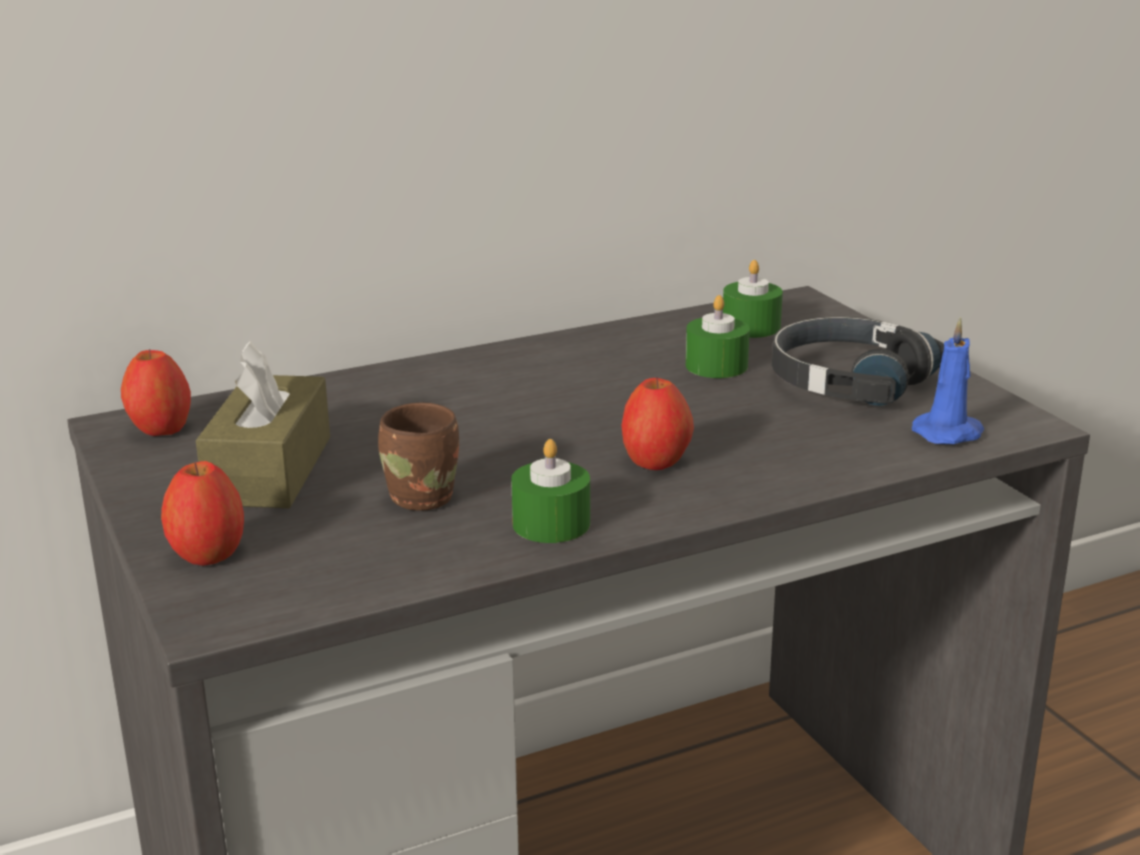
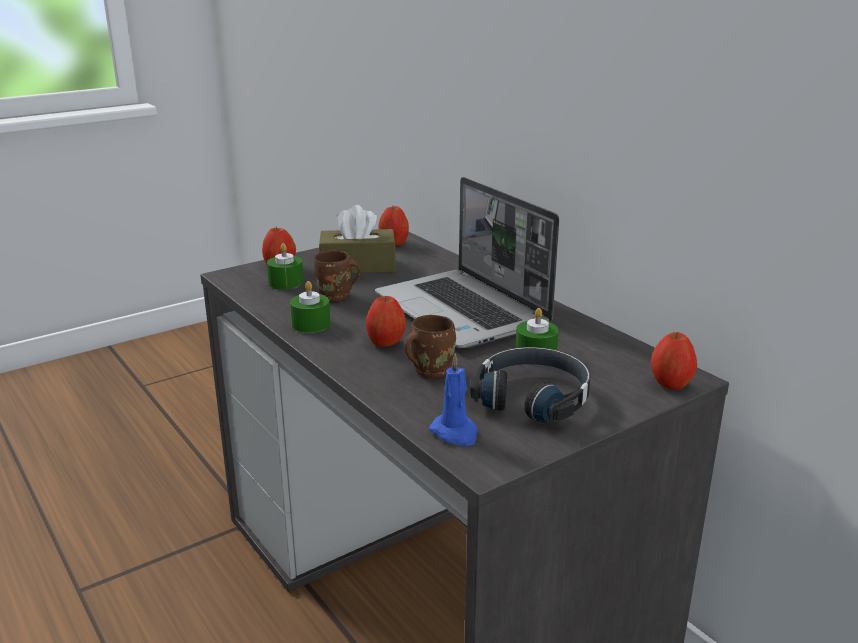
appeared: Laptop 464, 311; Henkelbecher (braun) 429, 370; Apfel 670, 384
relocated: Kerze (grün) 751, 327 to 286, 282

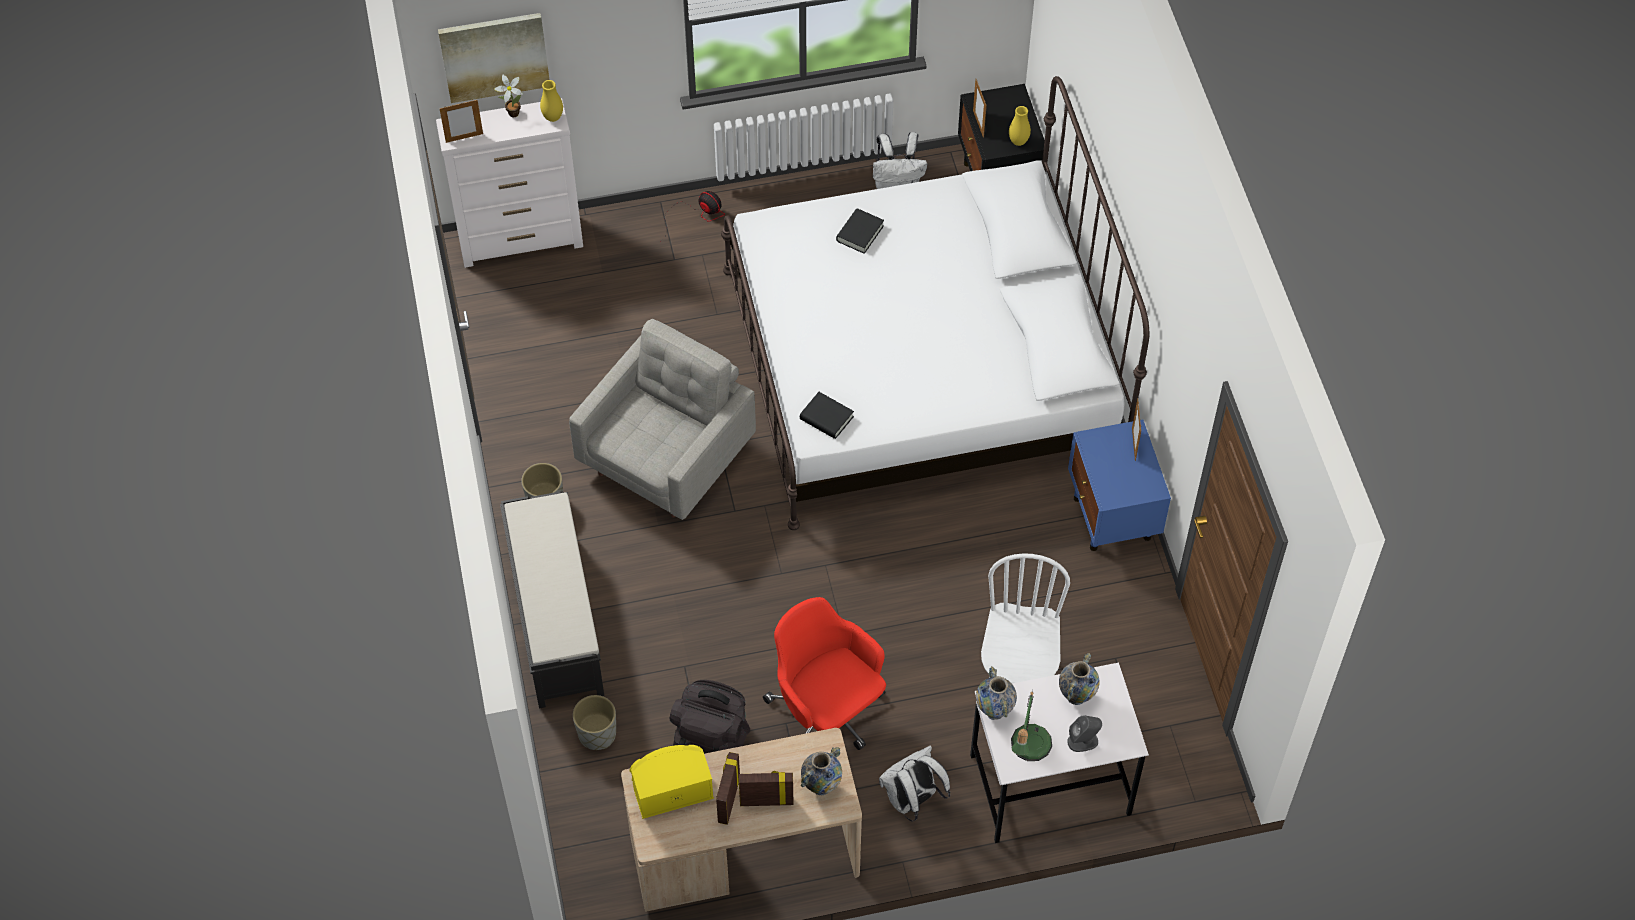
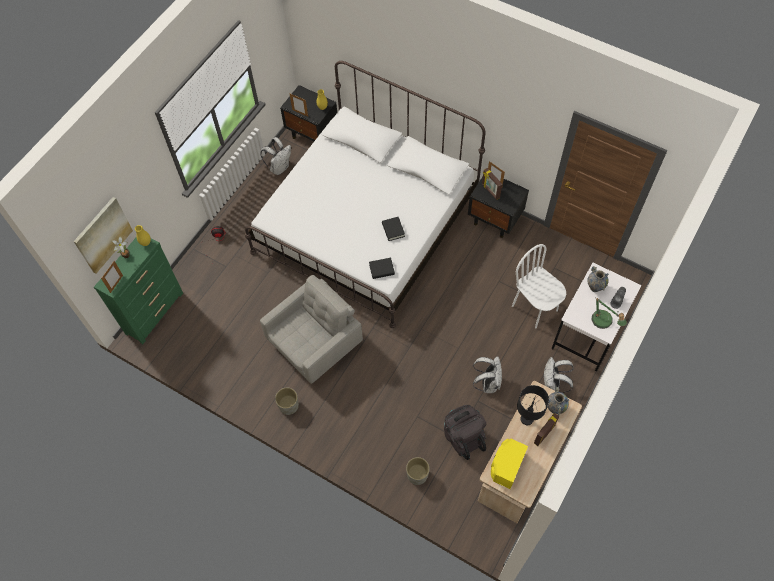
missing: Bank (schwarz) 555, 618; Vase 994, 711
appeared: Tischlampe (schwarz) 527, 419
relocated: Bilderrahmen 728, 800 to 490, 191; Buch (schwarz) 860, 233 to 393, 230
exchanged: Bürostuhl (rot) 826, 714 to Rucksack (weiß) 487, 383
colour: Kommode (weiß) 522, 241 to Kommode (grün) 155, 313; Nachttisch (blau) 1112, 519 to Nachttisch (schwarz) 495, 220
spun: Sessel (grau) 668, 458 = 315, 344 60 degrees clockwise

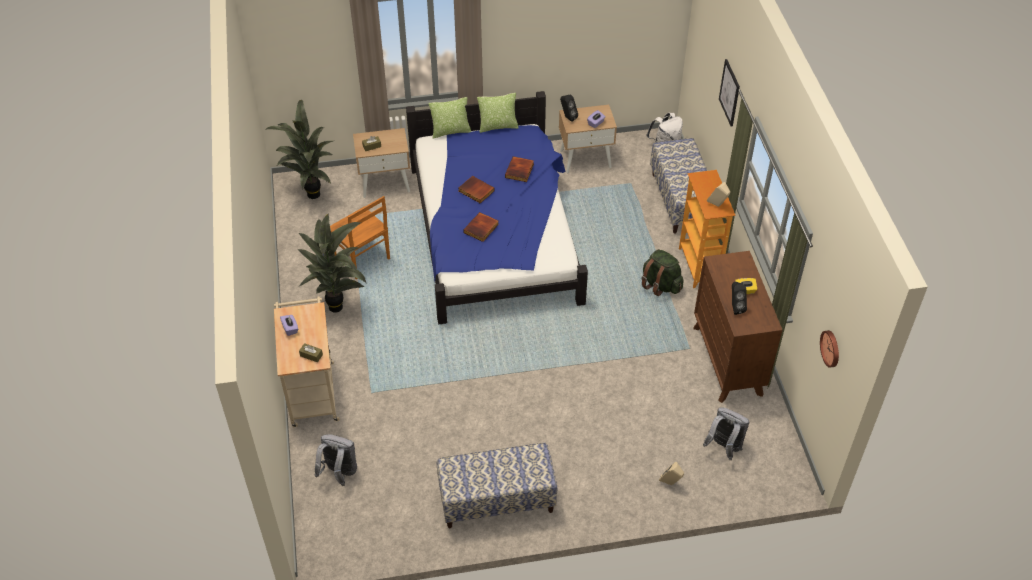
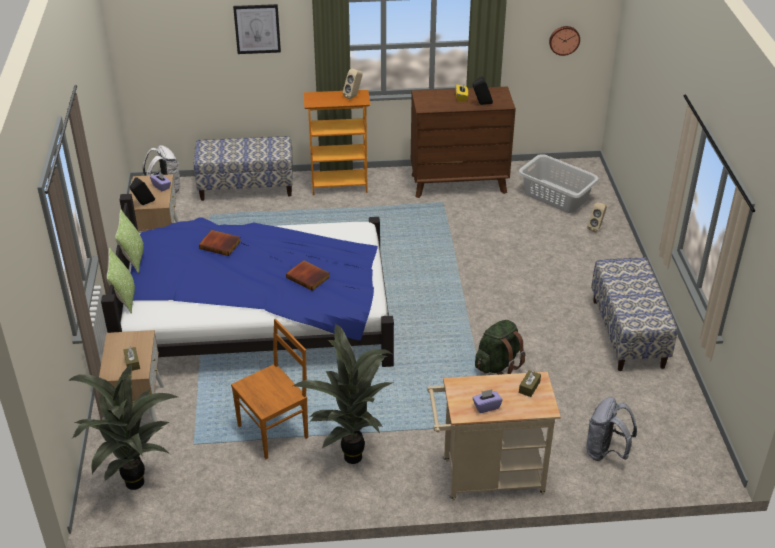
missing: Buch 475, 191
relocated: Rucksack (grün) 660, 285 to 498, 365
exchanged: Rucksack (grau) 724, 447 to Wäschekorb (grau) 556, 196

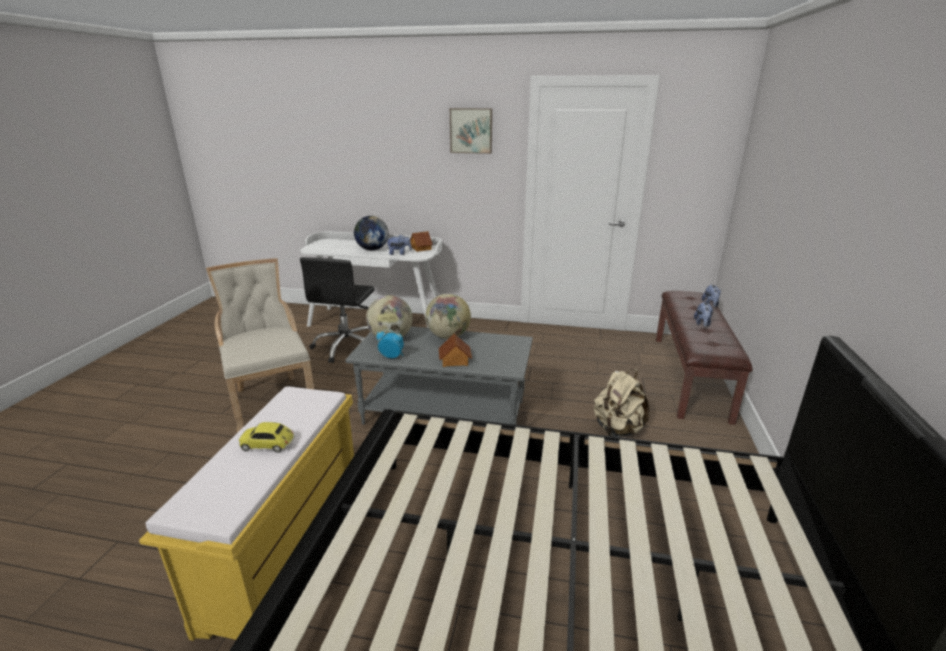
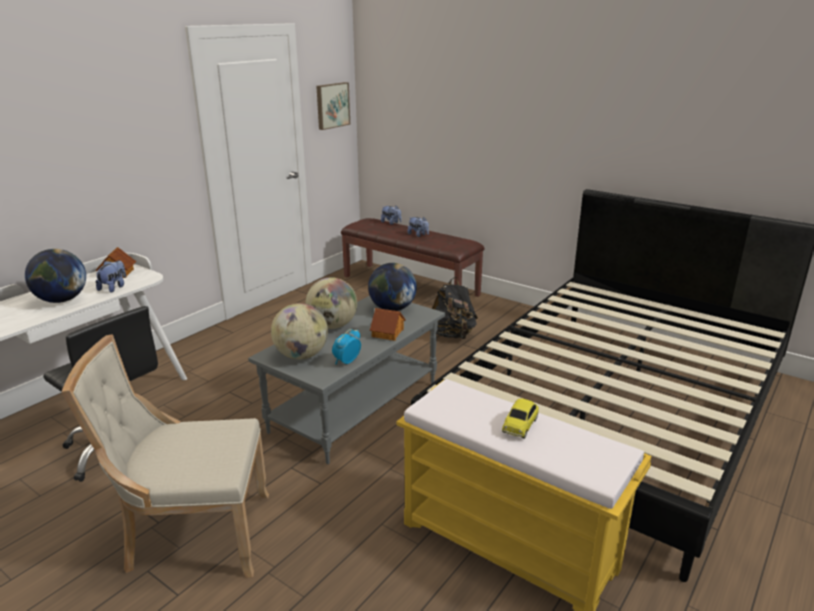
appeared: Globus 392, 309
relocated: Bild 471, 130 to 332, 105
colour: Rucksack (beige) 617, 430 to Rucksack (schwarz) 452, 335

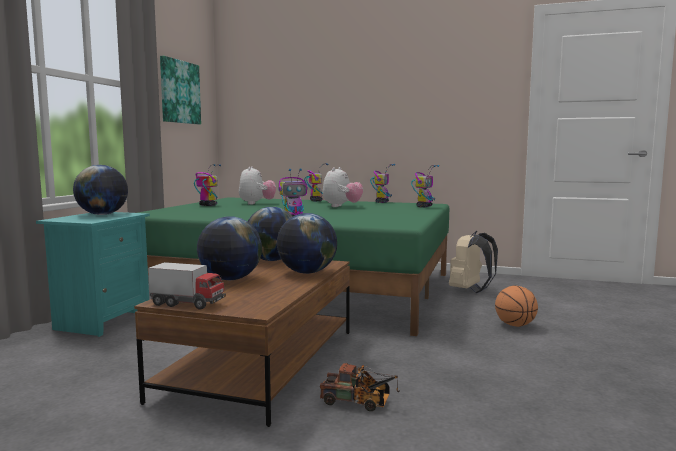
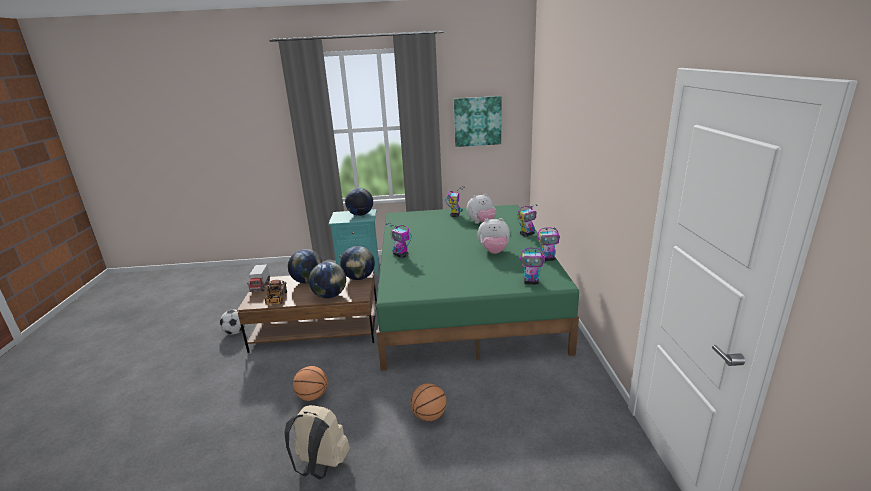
appeared: Fußball 235, 332; Basketball 312, 396
relocated: Spielzeuglaster 359, 402 to 276, 300; Rucksack (beige) 470, 290 to 320, 466

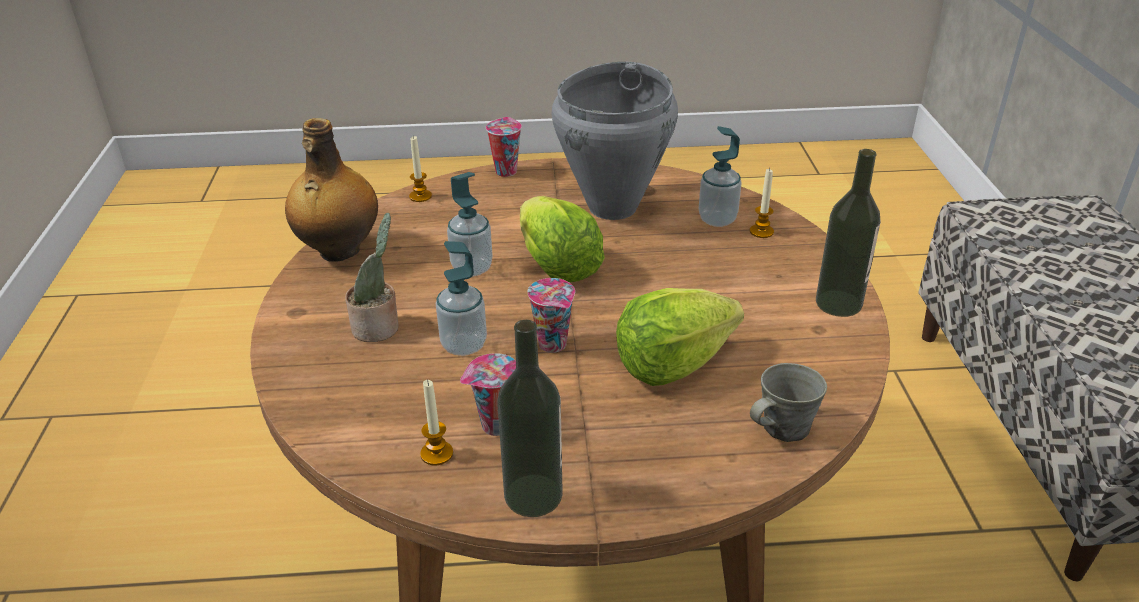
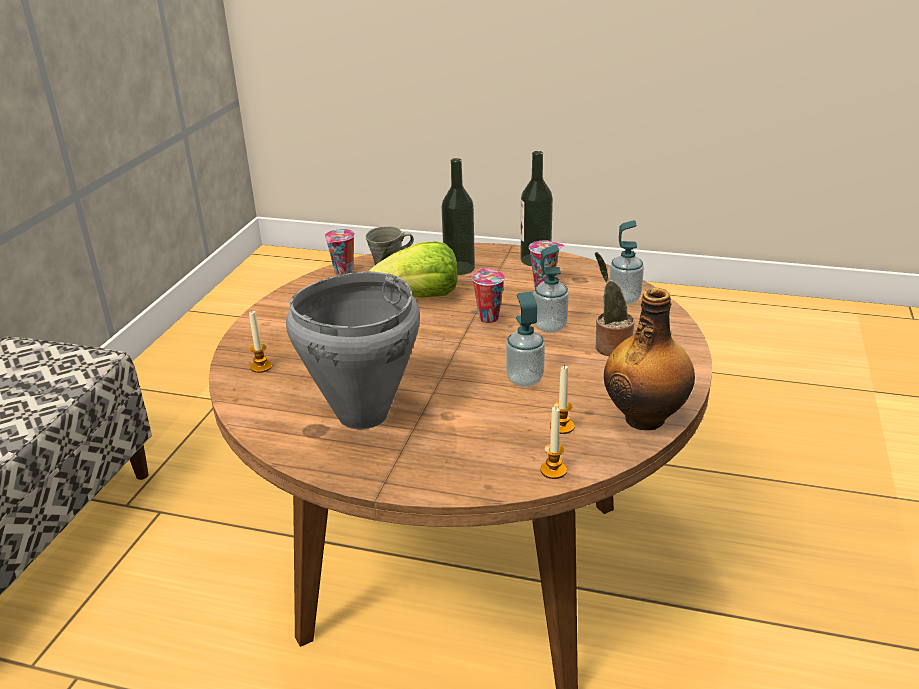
missing: Salatkopf 557, 266
relocated: Kerze 437, 454 to 562, 426; Tasse 505, 171 to 343, 273; Seifenspender 717, 219 to 624, 298; Flasche 838, 303 to 459, 268

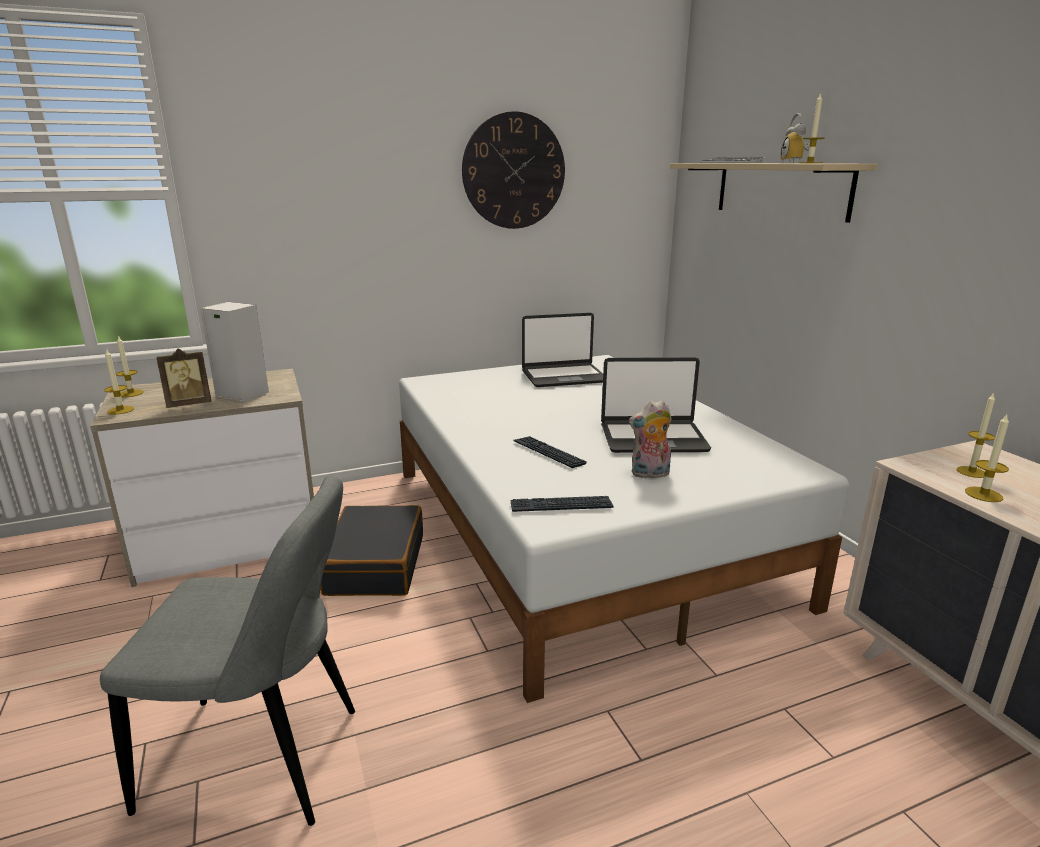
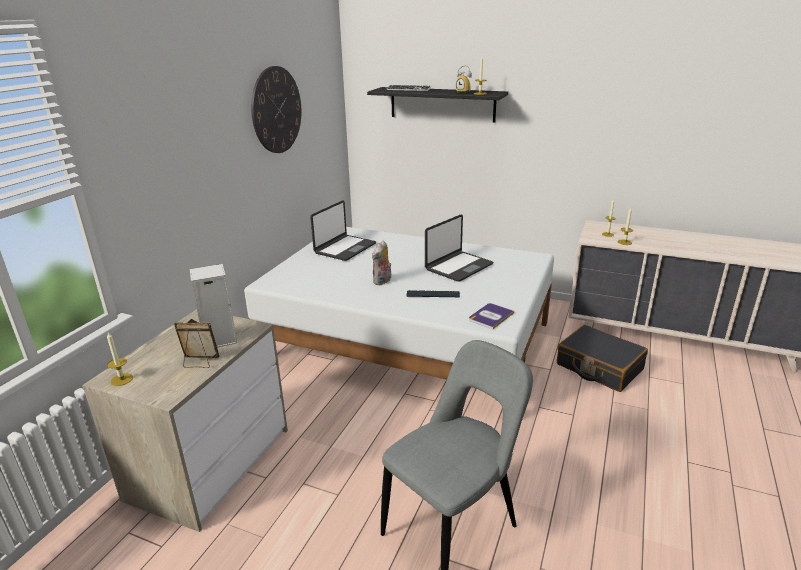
missing: Kerze 120, 410
relocated: Koffer (schwarz) 374, 564 to 599, 367; Plüschtier 649, 474 to 382, 281
exchanged: Tastatur 561, 506 to Buch 491, 316
colour: Wandregal (beige) 780, 189 to Wandregal (schwarz) 442, 104
spun: Bilderrahmen 189, 404 = 199, 362 105 degrees counterclockwise

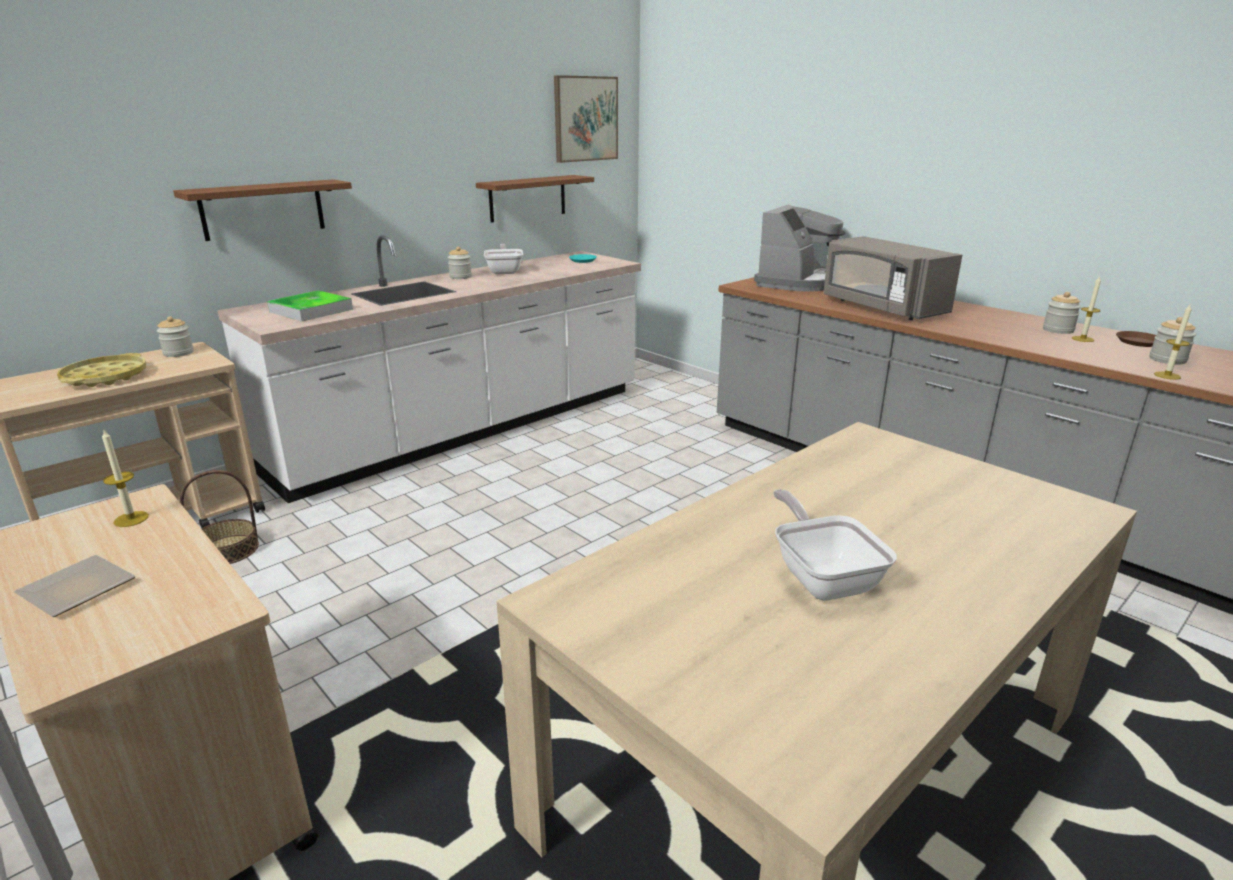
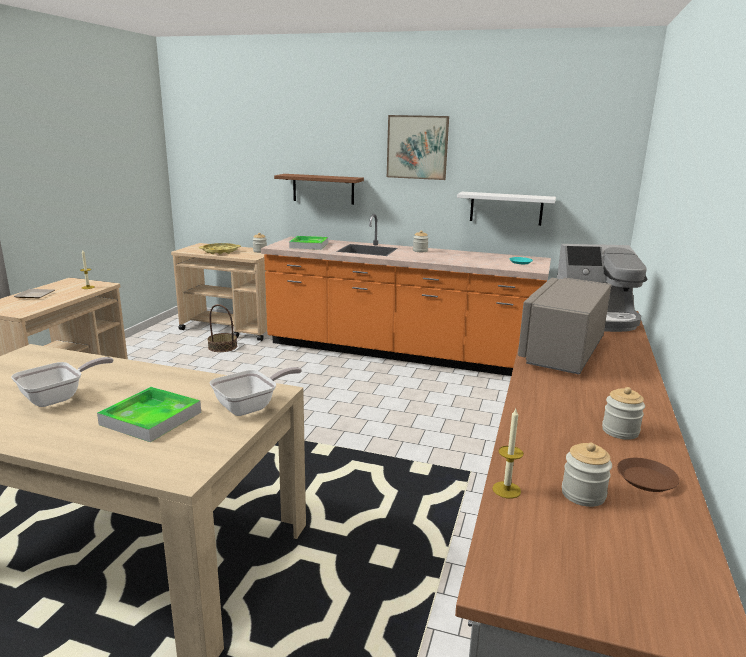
missing: Kerze 1082, 339
appeared: Tablett 151, 418
relocated: Pfanne 505, 271 to 251, 406; Bild 585, 119 to 417, 147
colour: Küchenzeile (weiß) 468, 430 to Küchenzeile (orange) 400, 353; Wandregal (braun) 527, 198 to Wandregal (weiß) 506, 208

